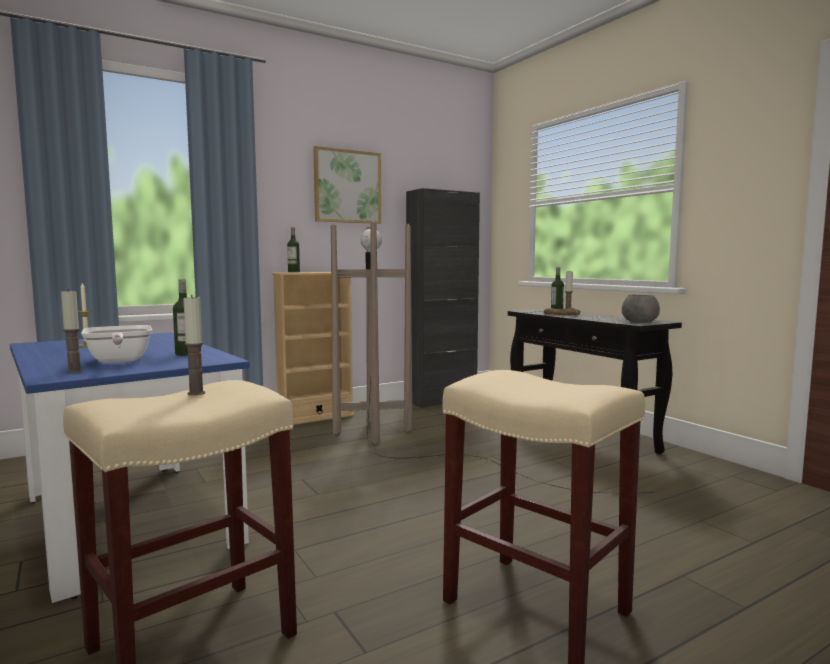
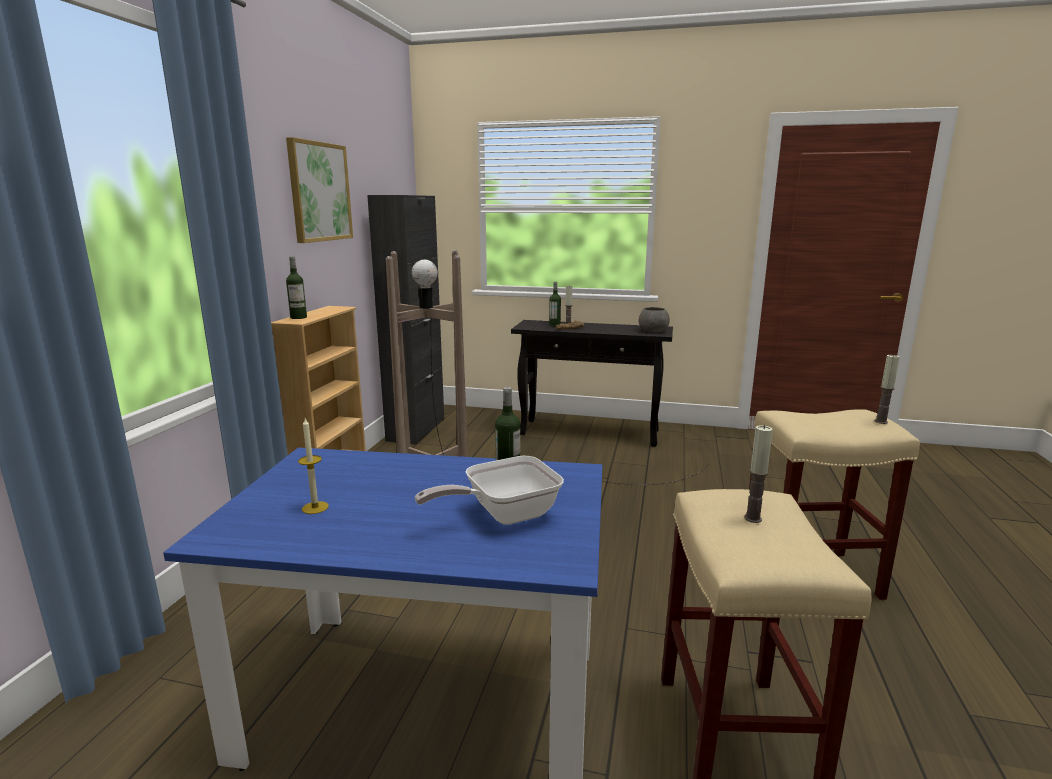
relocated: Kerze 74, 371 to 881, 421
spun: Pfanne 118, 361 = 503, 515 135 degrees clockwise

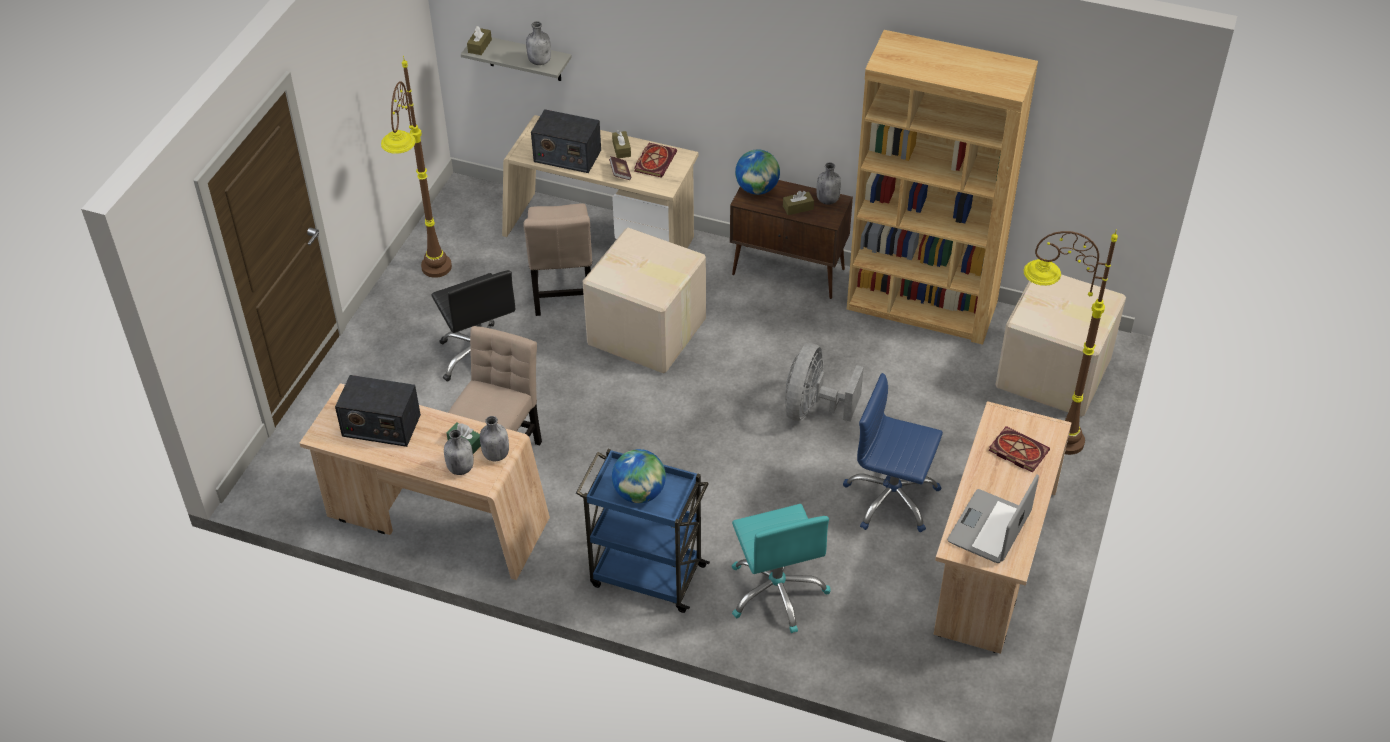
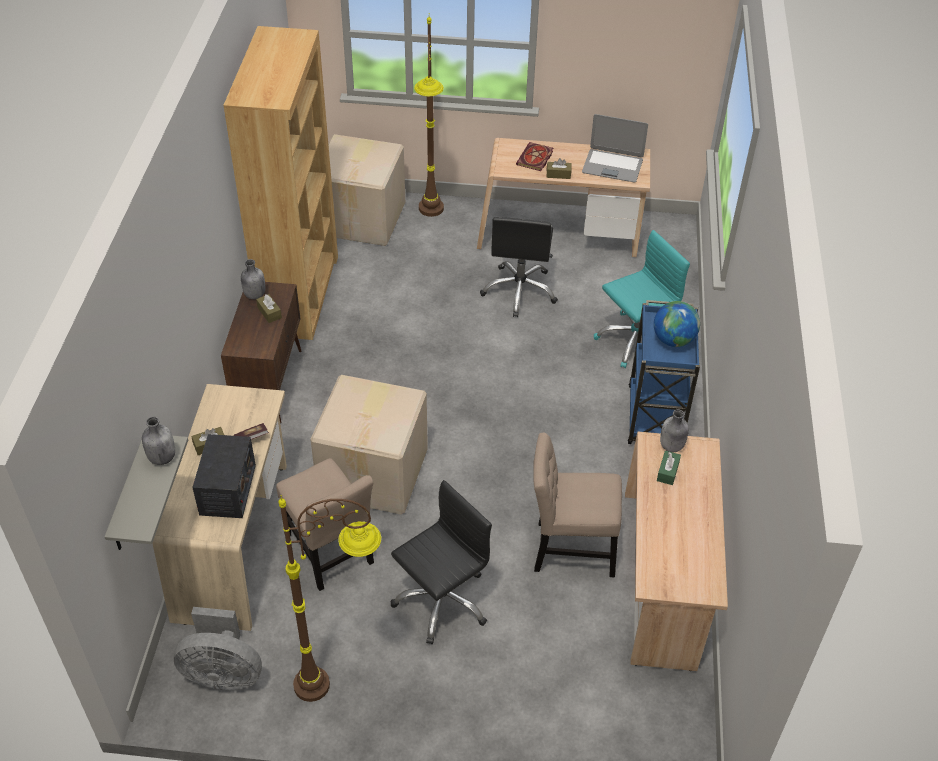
missing: Radio 380, 425; Flasche (grau) 460, 468; Buch 655, 161; Globus 757, 189
relocated: Taschentuchbox (braun) 480, 46 to 558, 174; Ventilator (grau) 813, 409 to 223, 673
colour: Bürostuhl (blau) 891, 498 to Bürostuhl (schwarz) 519, 291
spun: Stuhl (beige) 563, 292 = 330, 553 75 degrees clockwise

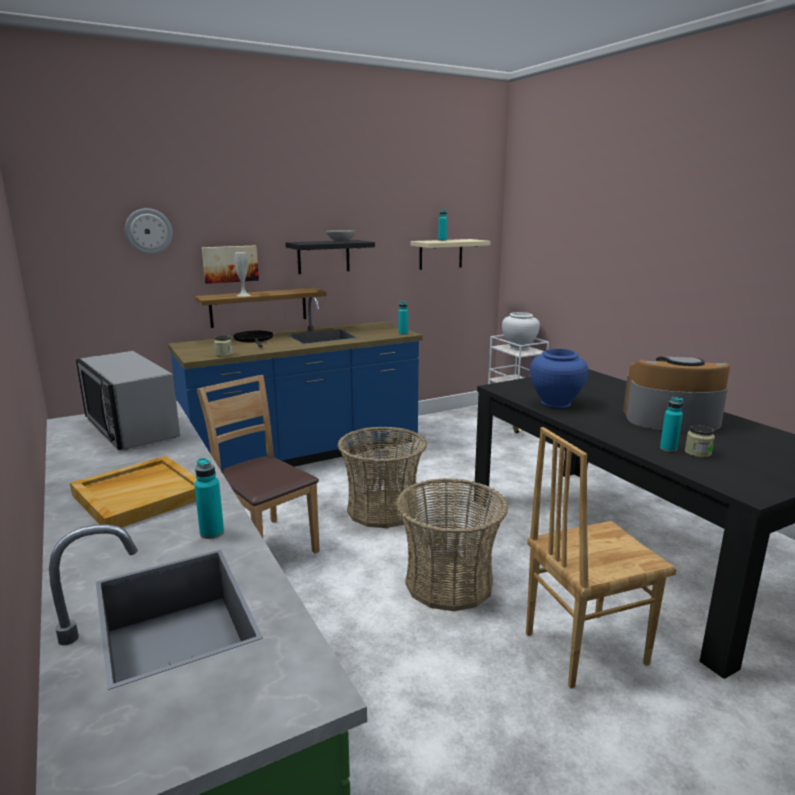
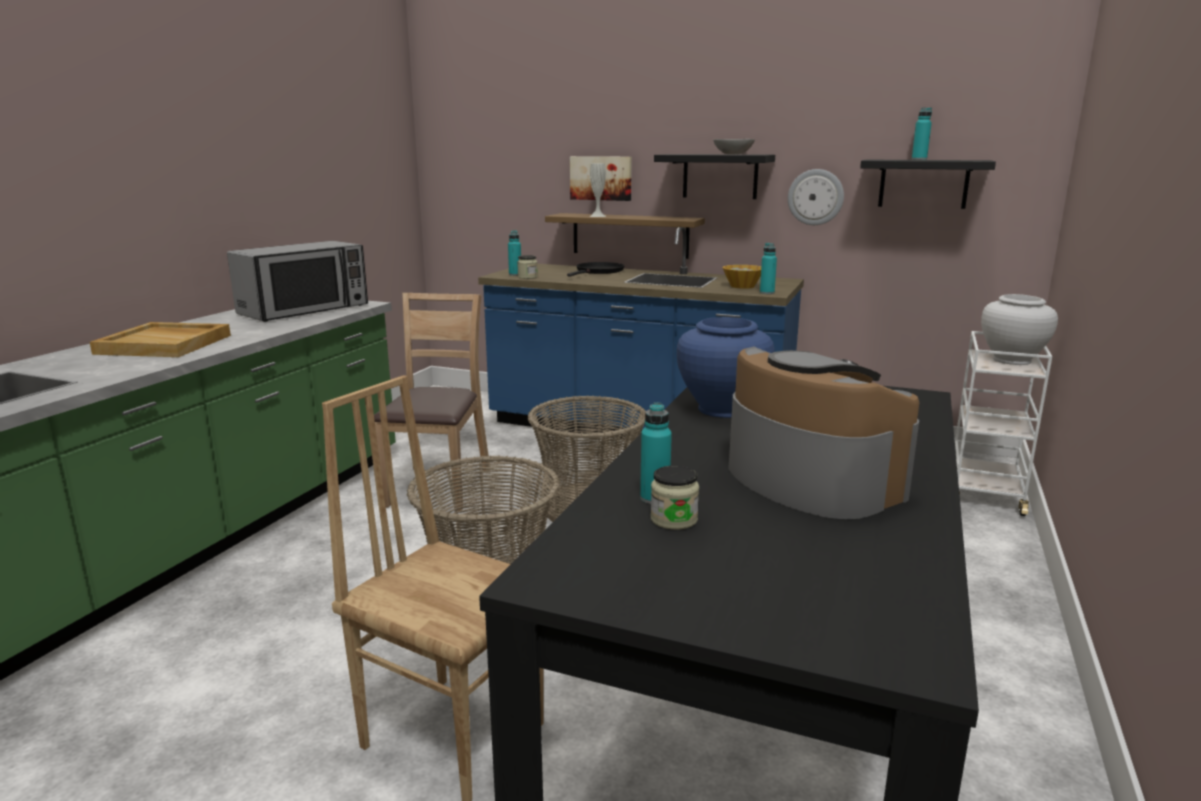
appeared: Schüssel 742, 286
relocated: Wanduhr 148, 231 to 815, 197; Flasche (türkis) 212, 533 to 515, 274
colour: Wandregal (beige) 440, 254 to Wandregal (schwarz) 923, 183
spun: Mikrowelle 130, 427 = 305, 310 150 degrees counterclockwise

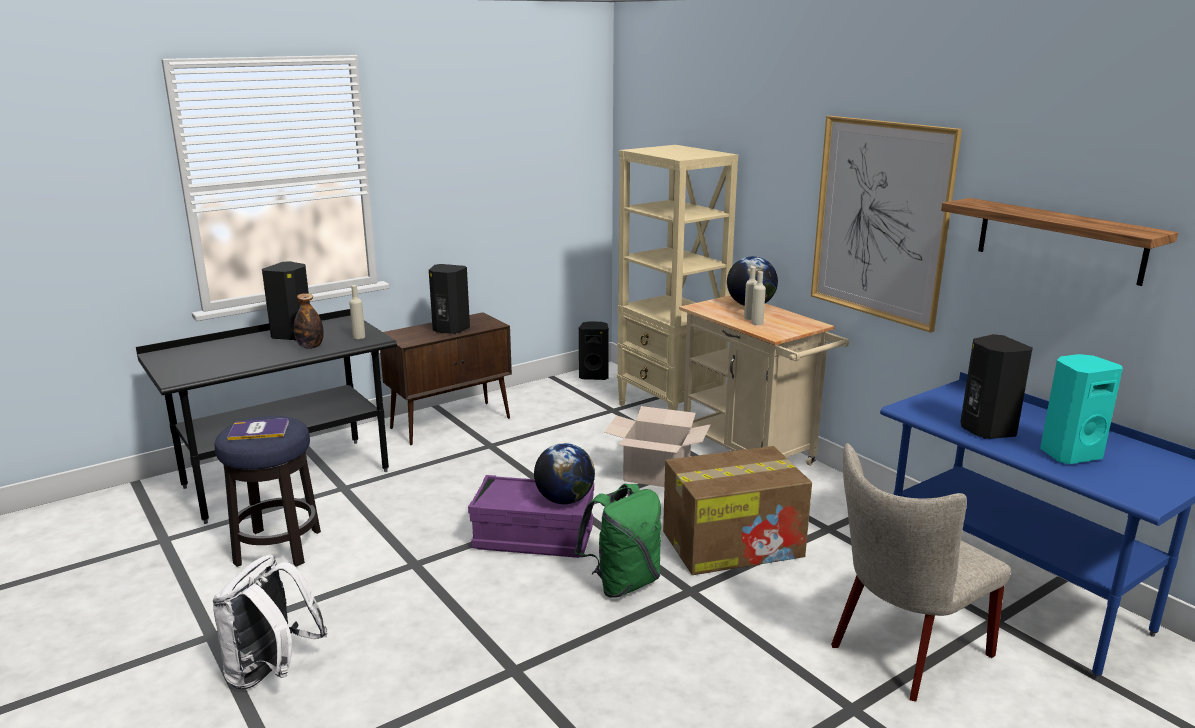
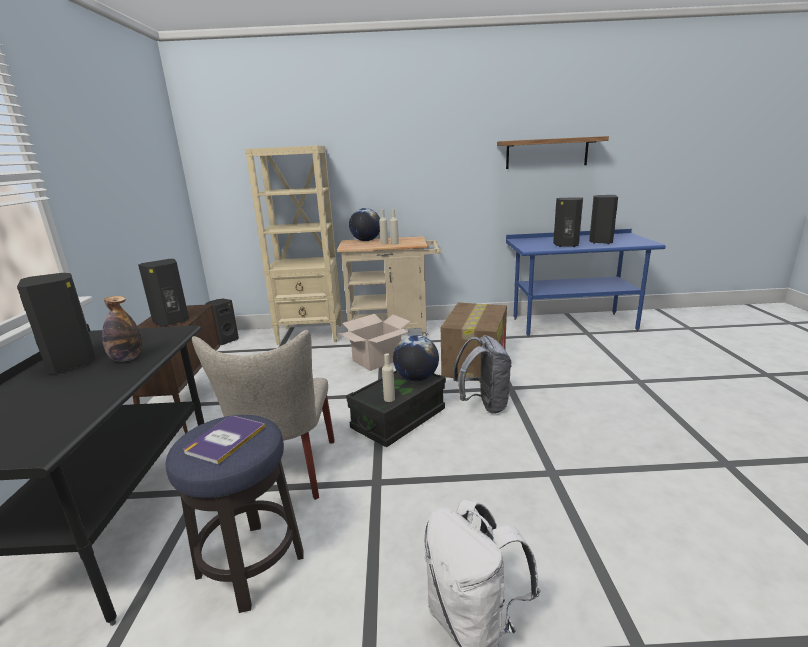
missing: Bild 880, 220
relocated: Flasche (beige) 359, 337 to 389, 399; Stuhl (beige) 903, 653 to 286, 474
colour: Aufbewahrungsbox (lila) 534, 537 to Aufbewahrungsbox (schwarz) 399, 419; Rucksack (grün) 623, 583 to Rucksack (grau) 484, 405; Lautsprecher (türkis) 1068, 454 to Lautsprecher (schwarz) 600, 242

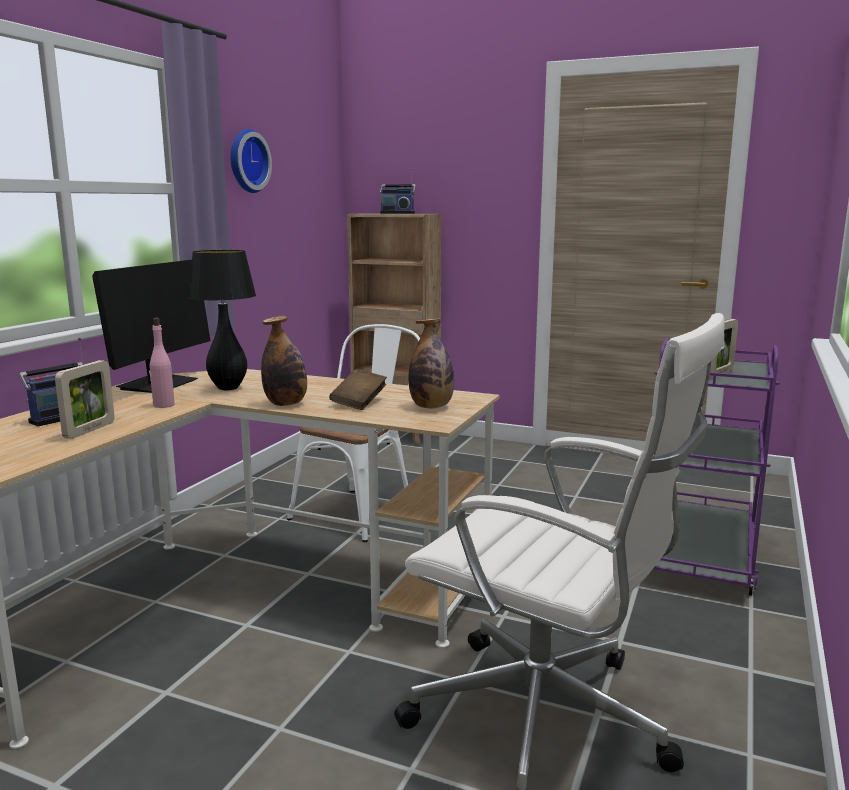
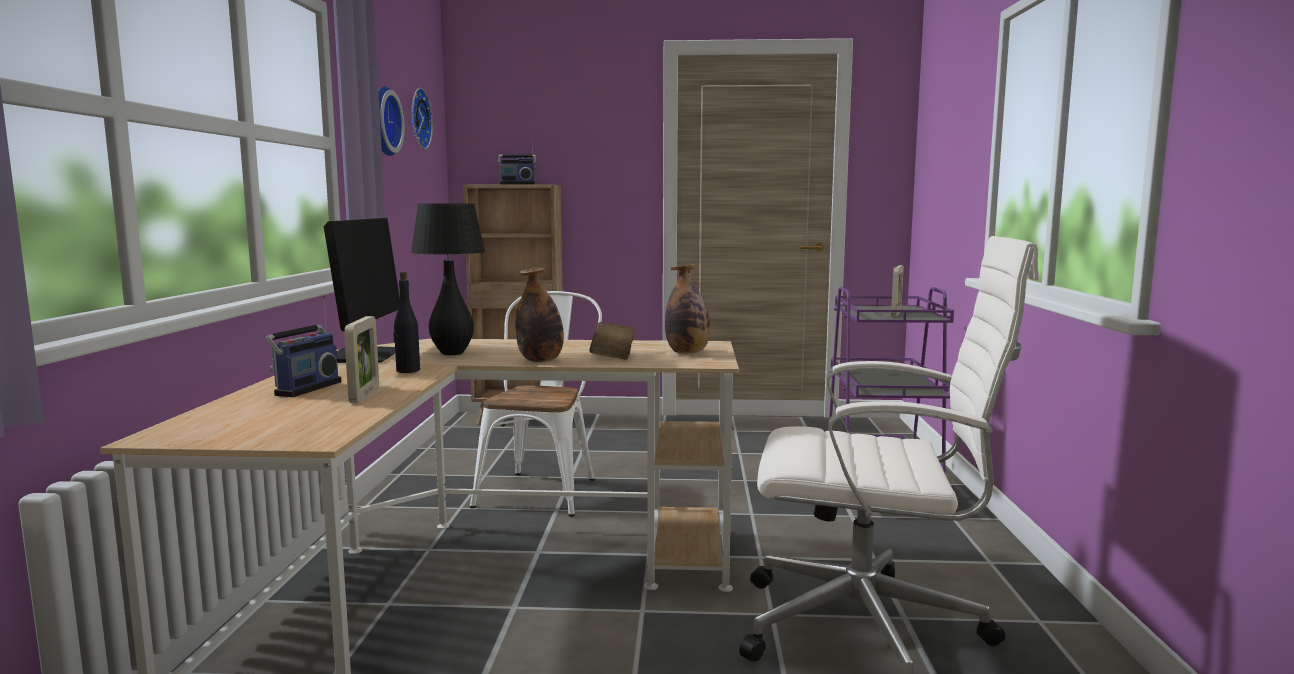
appeared: Wanduhr 417, 118
colour: Flasche (rosa) 163, 405 to Flasche (schwarz) 407, 370

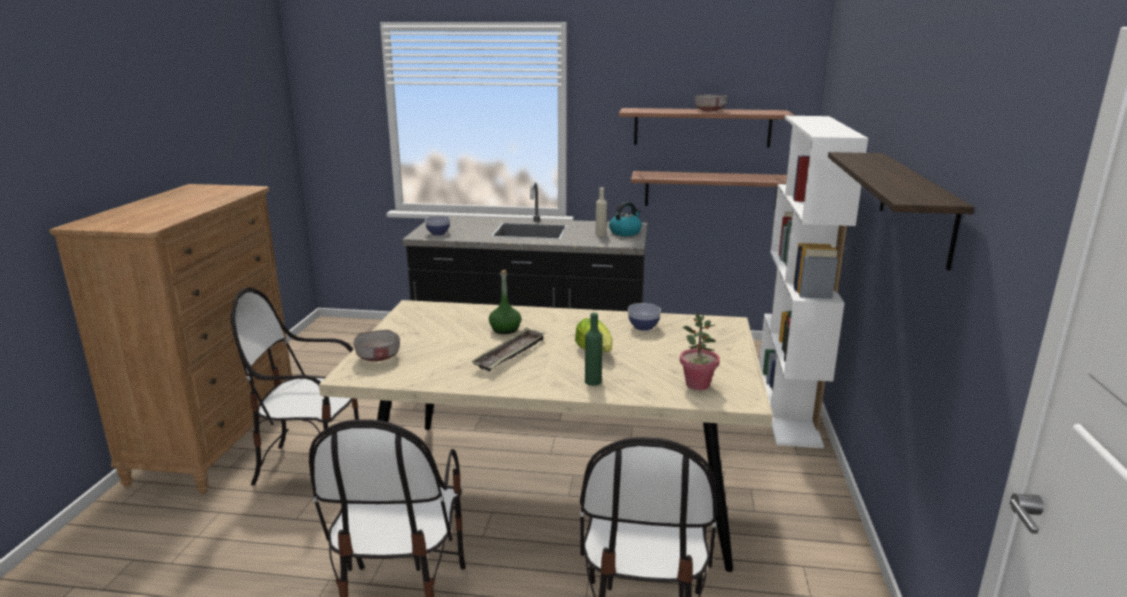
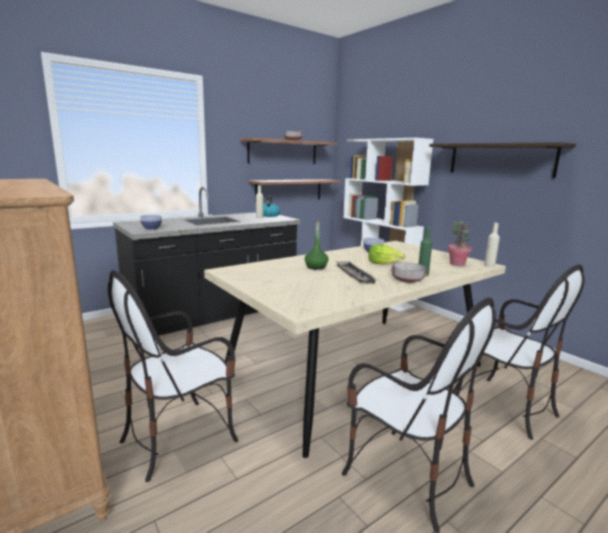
appeared: Flasche (beige) 489, 266
relocated: Schüssel (grau) 378, 357 to 407, 281

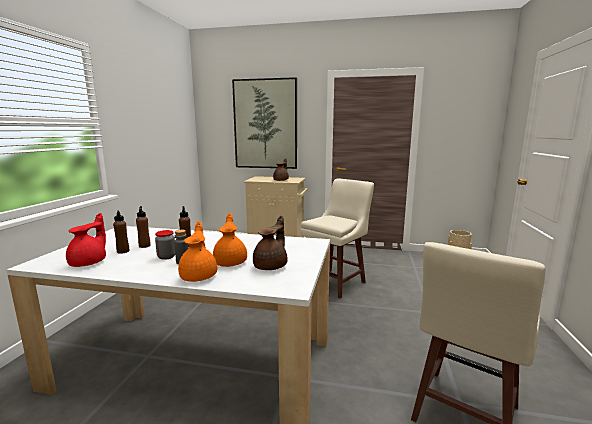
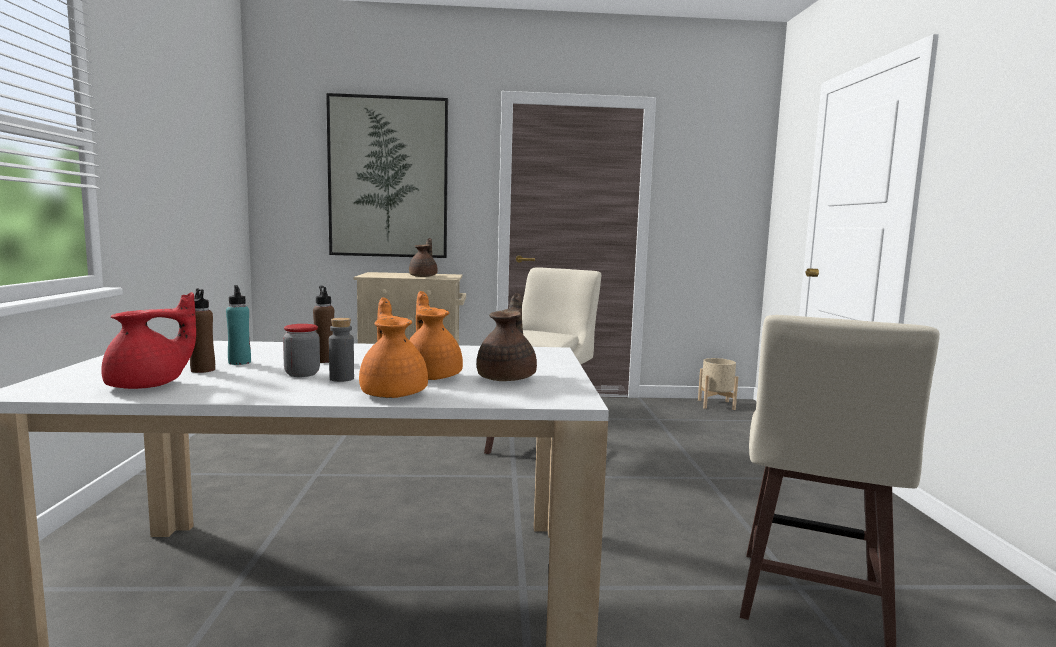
colour: Flasche (braun) 144, 246 to Flasche (türkis) 239, 362
spun: Teekanne (rot) 90, 262 = 149, 385 45 degrees clockwise

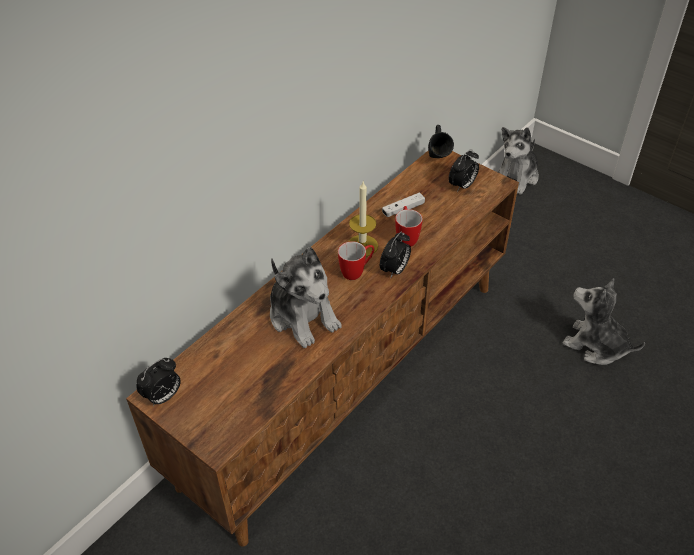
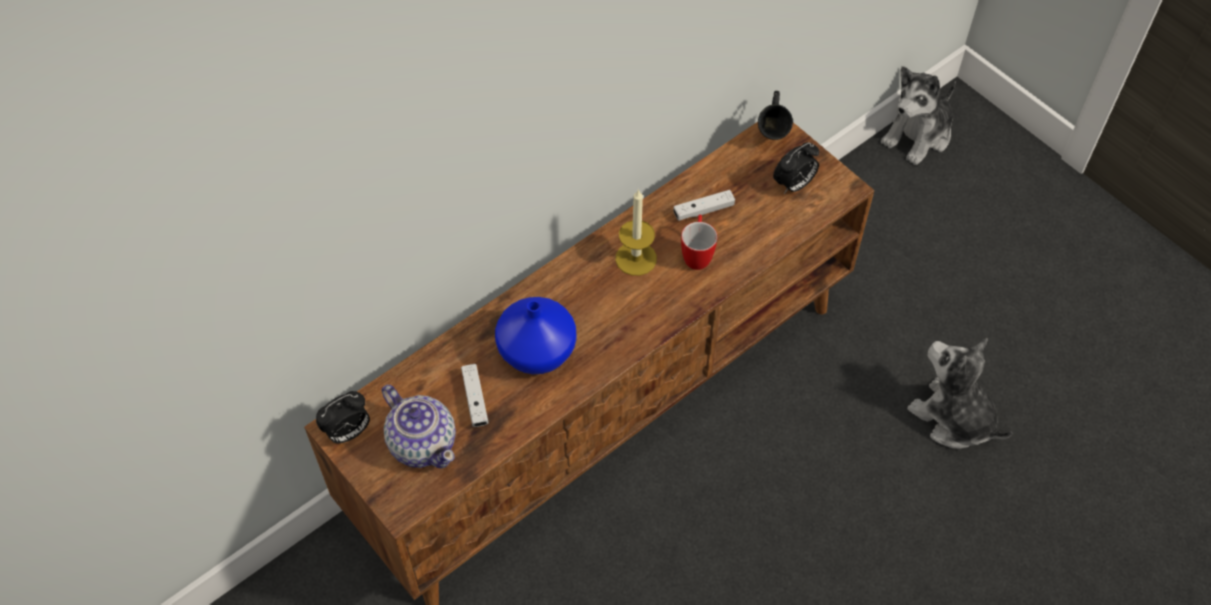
missing: Henkelbecher 357, 272; Wecker 395, 270
appeared: Teekanne 422, 442; Gamepad (weiß) 475, 399
exchanged: Plüschtier 303, 316 to Vase (blau) 537, 350

